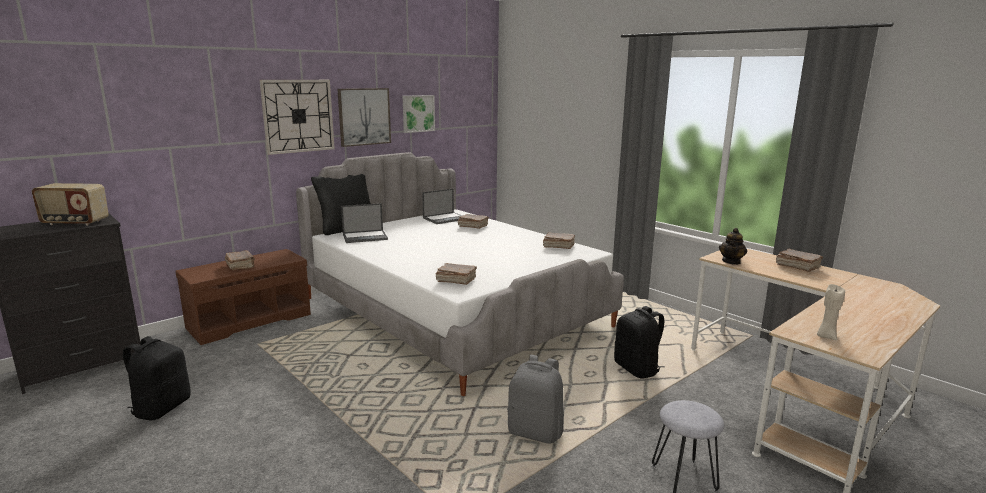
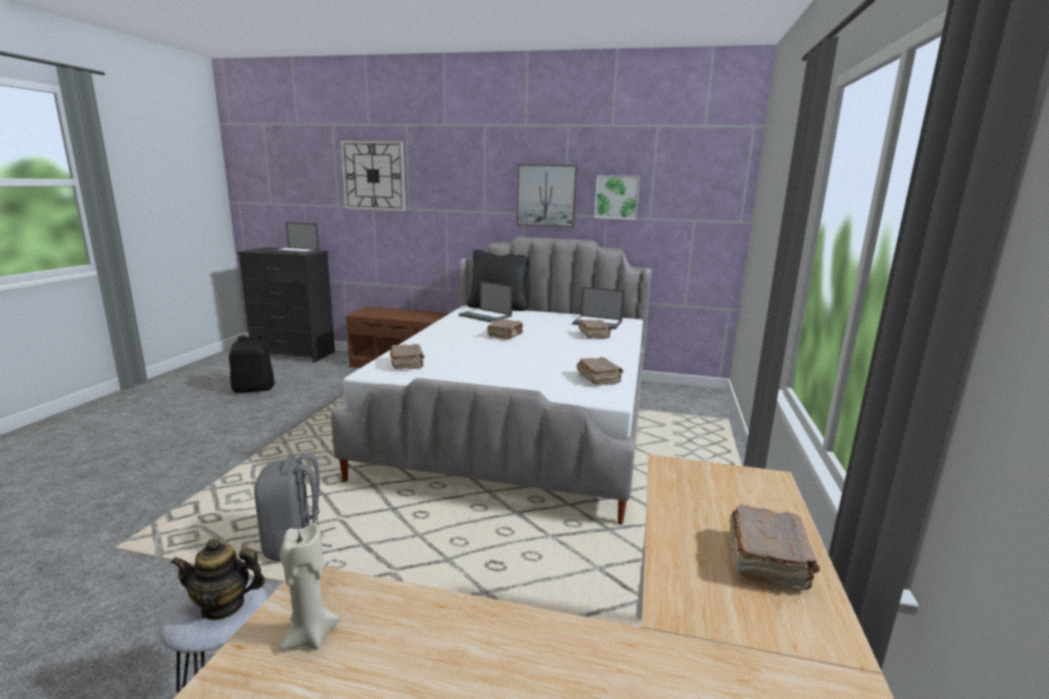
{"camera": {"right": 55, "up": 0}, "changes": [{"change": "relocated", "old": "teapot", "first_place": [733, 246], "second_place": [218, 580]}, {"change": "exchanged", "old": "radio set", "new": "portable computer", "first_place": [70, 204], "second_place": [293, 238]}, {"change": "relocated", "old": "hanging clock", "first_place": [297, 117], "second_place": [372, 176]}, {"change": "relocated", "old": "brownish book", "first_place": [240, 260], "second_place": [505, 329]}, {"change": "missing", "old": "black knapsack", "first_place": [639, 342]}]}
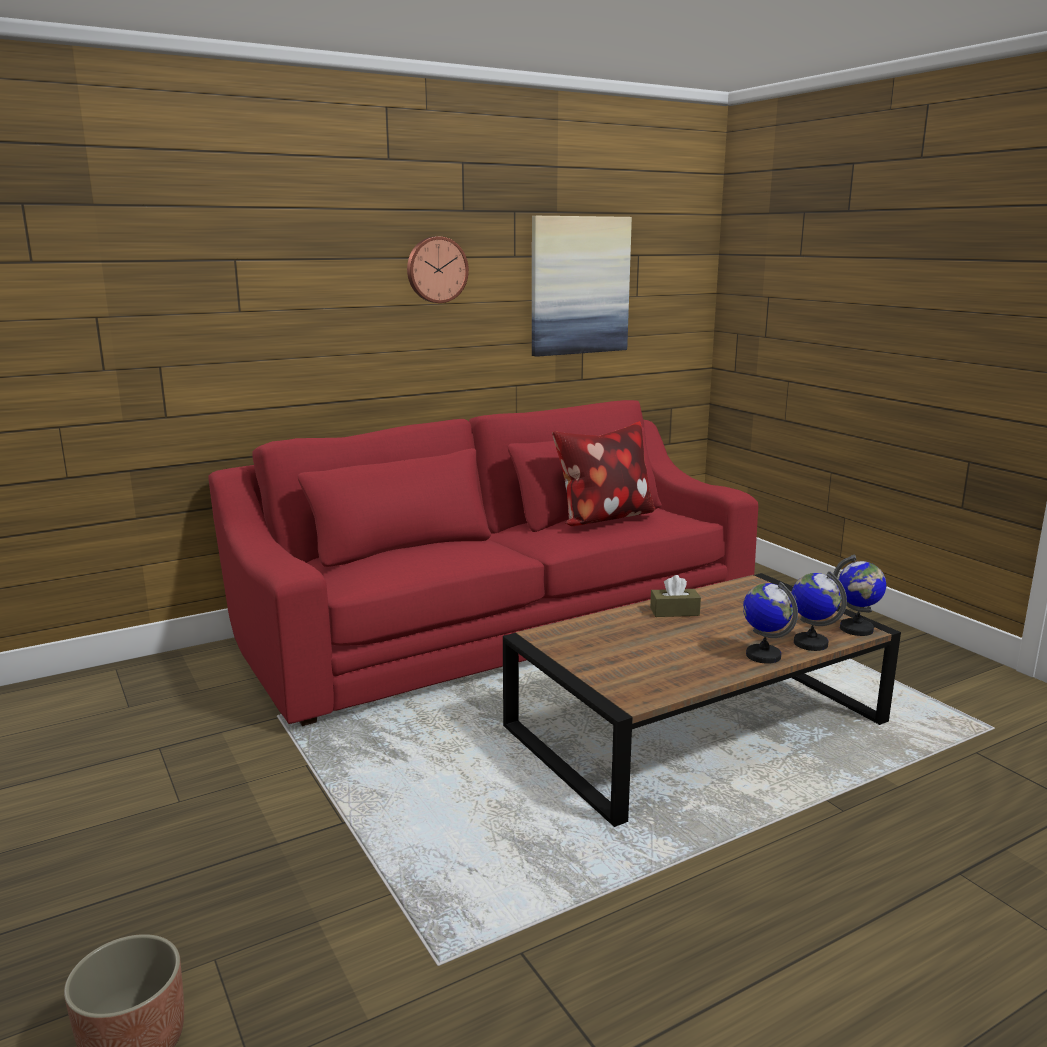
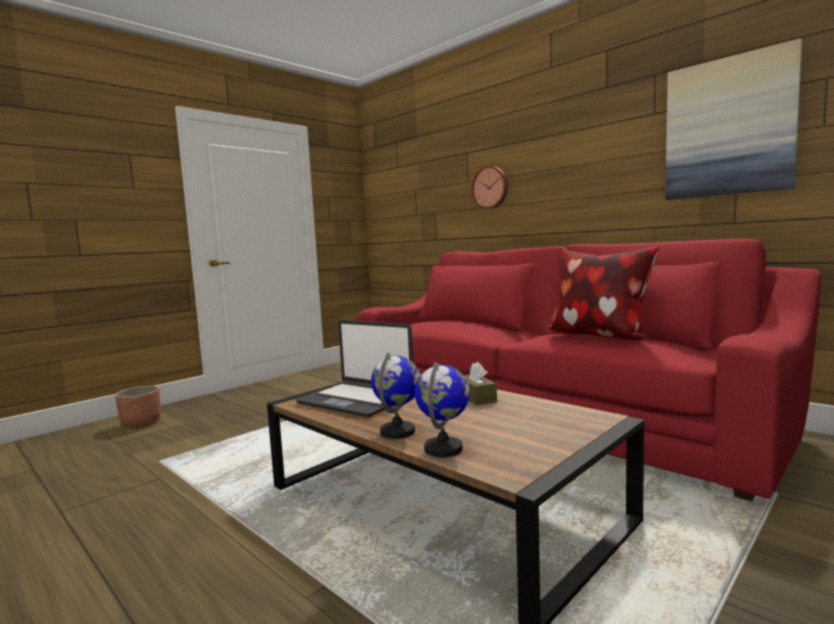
{"camera": {"right": 75, "up": -10}, "changes": [{"change": "appeared", "new": "portable computer", "second_place": [354, 368]}, {"change": "relocated", "old": "hanging clock", "first_place": [438, 269], "second_place": [490, 187]}, {"change": "missing", "old": "globe", "first_place": [859, 595]}]}
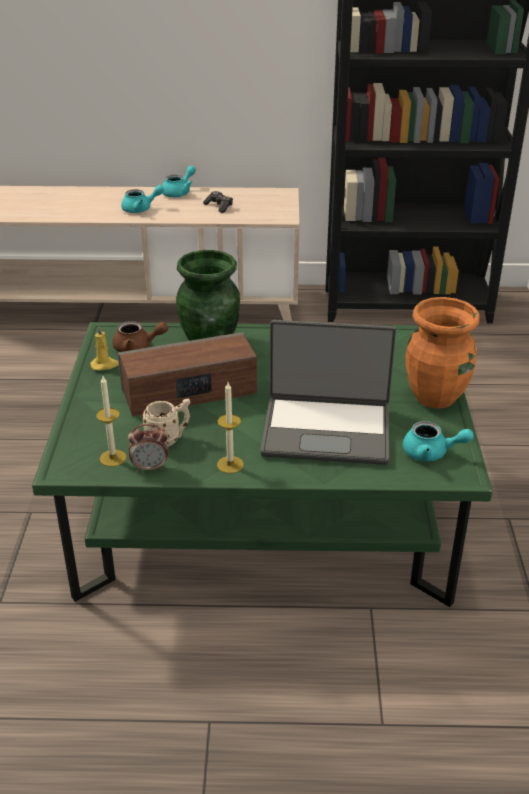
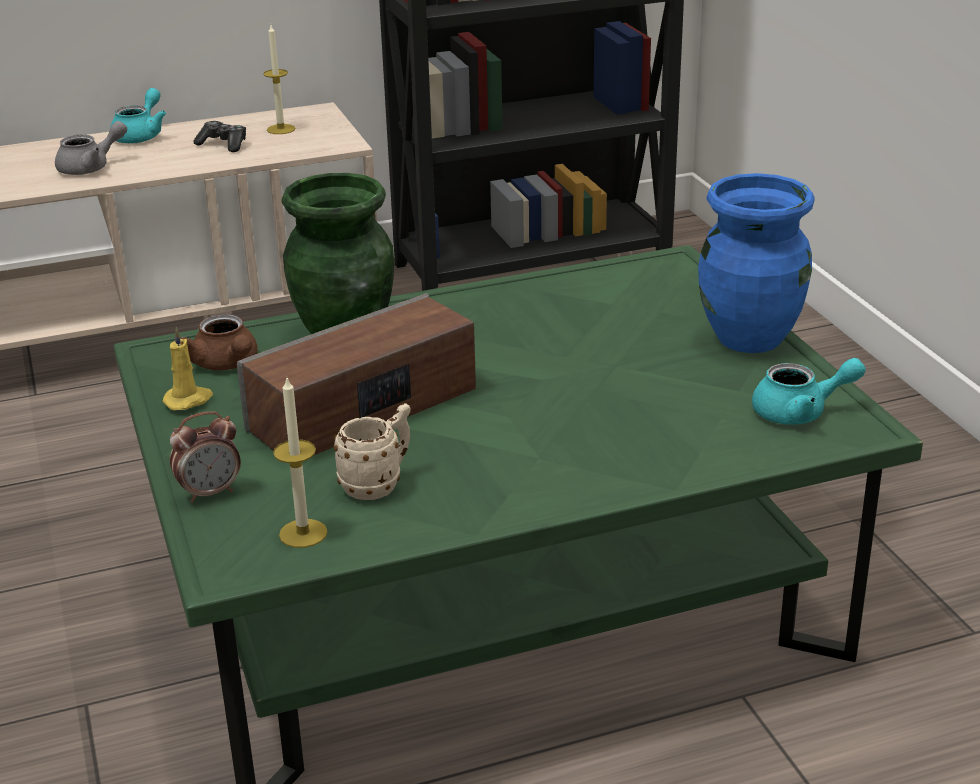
{"camera": {"right": -20, "up": -5}, "changes": [{"change": "colour", "old": "turquoise-coloured teapot", "new": "gray teapot", "first_place": [143, 199], "second_place": [91, 148]}, {"change": "relocated", "old": "alarm clock", "first_place": [148, 448], "second_place": [205, 457]}, {"change": "spun", "old": "brownish teapot", "first_place": [140, 336], "second_place": [219, 343], "degrees": 75}, {"change": "relocated", "old": "wax light", "first_place": [230, 427], "second_place": [279, 79]}, {"change": "colour", "old": "orangey vase", "new": "blue-coloured vase", "first_place": [442, 353], "second_place": [756, 263]}, {"change": "missing", "old": "portable computer", "first_place": [328, 392]}]}
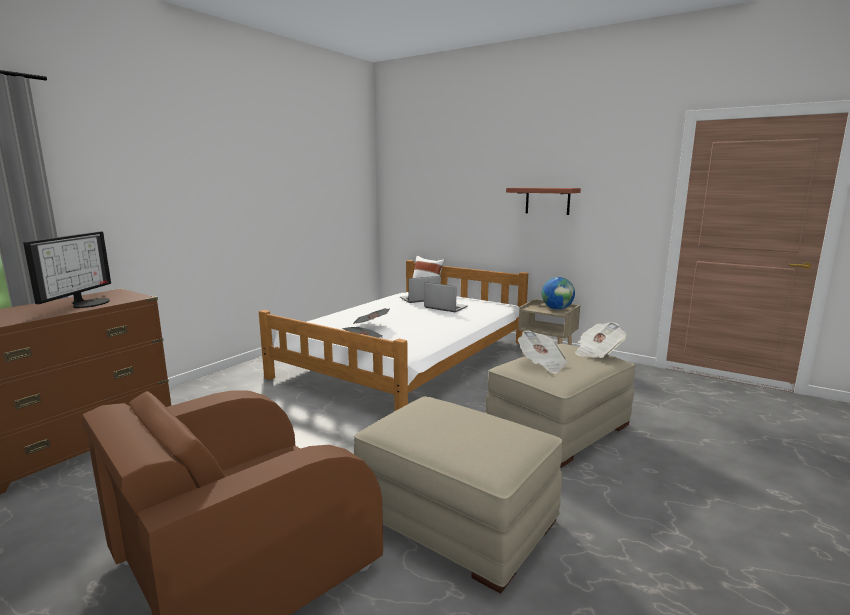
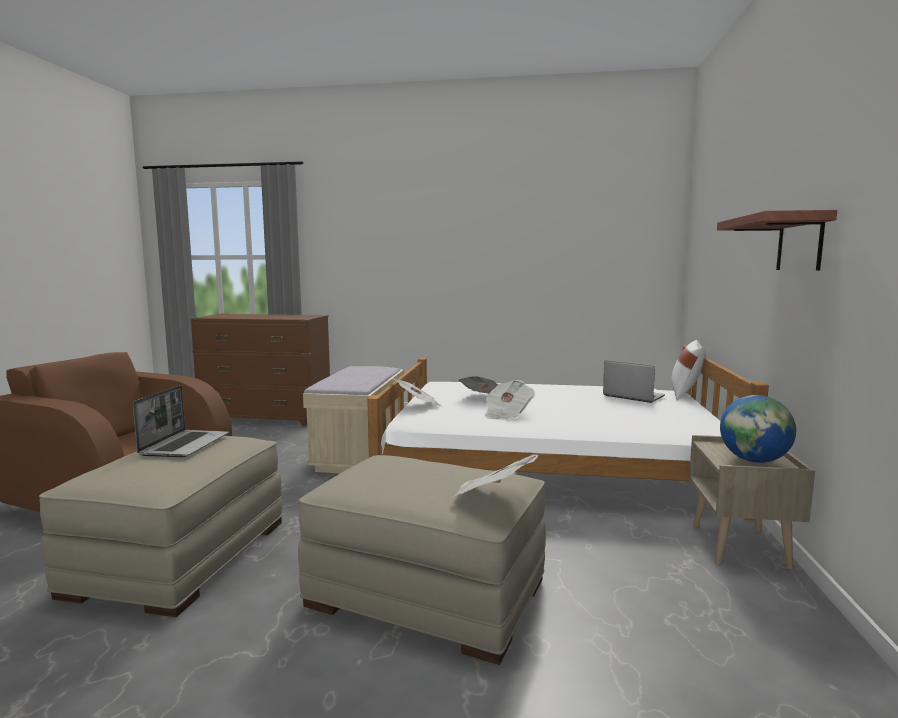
{"camera": {"right": 65, "up": -5}, "changes": [{"change": "relocated", "old": "portable computer", "first_place": [446, 297], "second_place": [181, 421]}, {"change": "appeared", "new": "beige-coloured long seat", "second_place": [353, 419]}, {"change": "relocated", "old": "printed paper", "first_place": [543, 352], "second_place": [509, 399]}, {"change": "missing", "old": "computer screen", "first_place": [67, 269]}]}
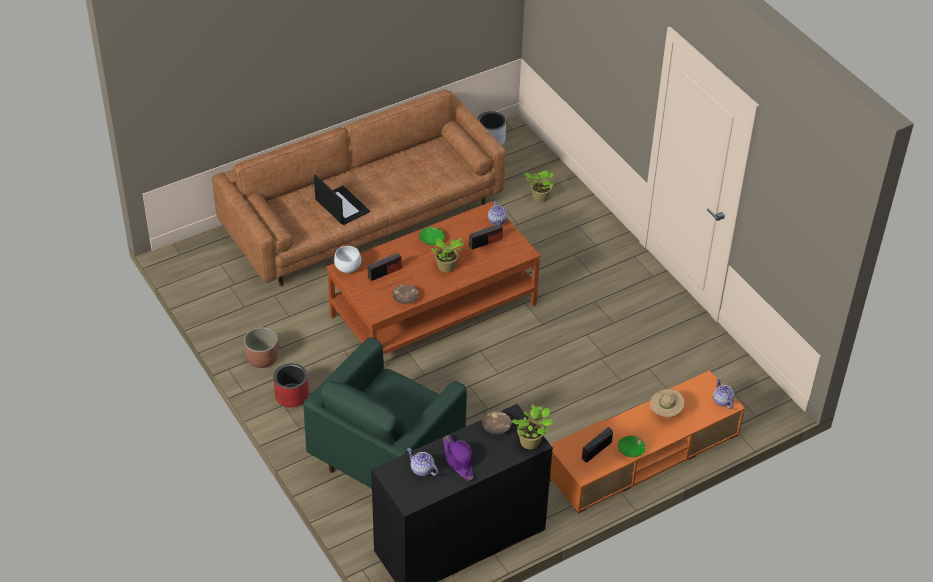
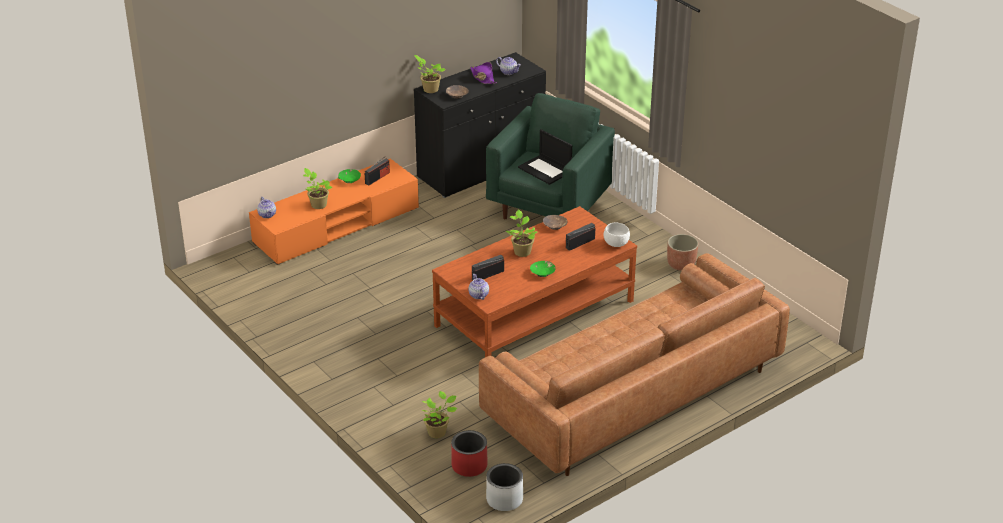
{"camera": {"right": 175, "up": -10}, "changes": [{"change": "exchanged", "old": "beige-coloured hat", "new": "houseplant", "first_place": [667, 403], "second_place": [318, 188]}, {"change": "relocated", "old": "red flower pot", "first_place": [291, 385], "second_place": [469, 453]}, {"change": "relocated", "old": "portable computer", "first_place": [342, 200], "second_place": [545, 157]}]}
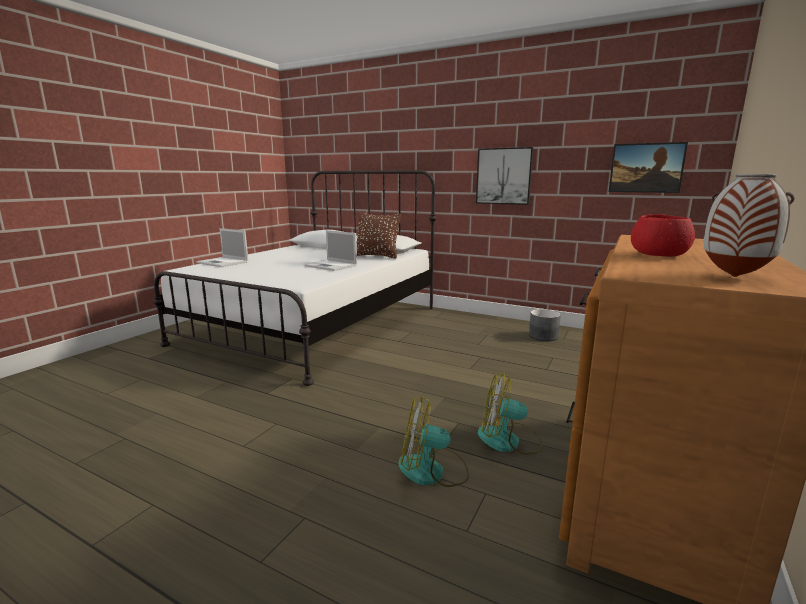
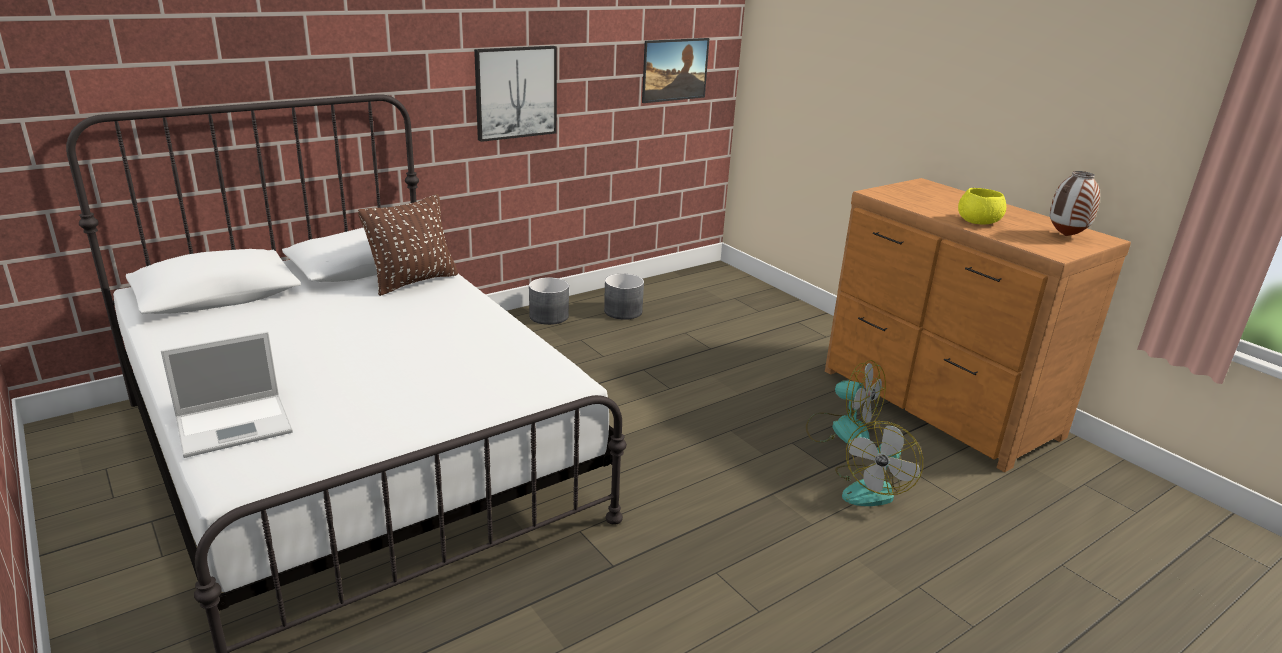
{"camera": {"right": -65, "up": 10}, "changes": [{"change": "appeared", "new": "gray flower pot", "second_place": [549, 301]}, {"change": "spun", "old": "fan", "first_place": [510, 414], "second_place": [846, 402], "degrees": -90}, {"change": "colour", "old": "red serving bowl", "new": "yellow serving bowl", "first_place": [663, 235], "second_place": [982, 206]}, {"change": "missing", "old": "portable computer", "first_place": [331, 250]}]}
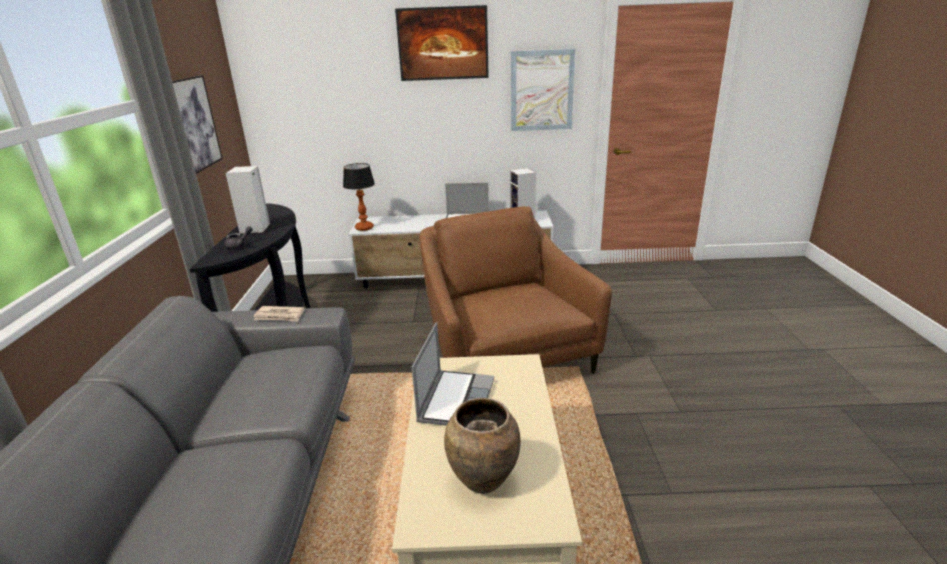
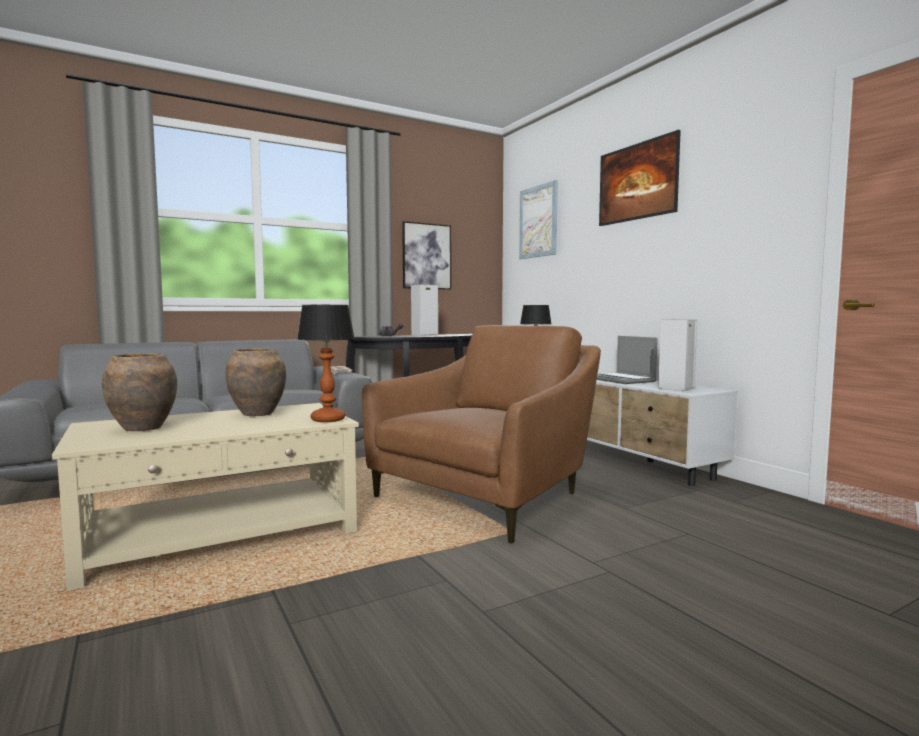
{"camera": {"right": 60, "up": -20}, "changes": [{"change": "exchanged", "old": "portable computer", "new": "brownish vase", "first_place": [453, 374], "second_place": [255, 382]}, {"change": "appeared", "new": "tabletop lamp", "second_place": [326, 363]}, {"change": "relocated", "old": "wall art", "first_place": [543, 90], "second_place": [538, 219]}]}
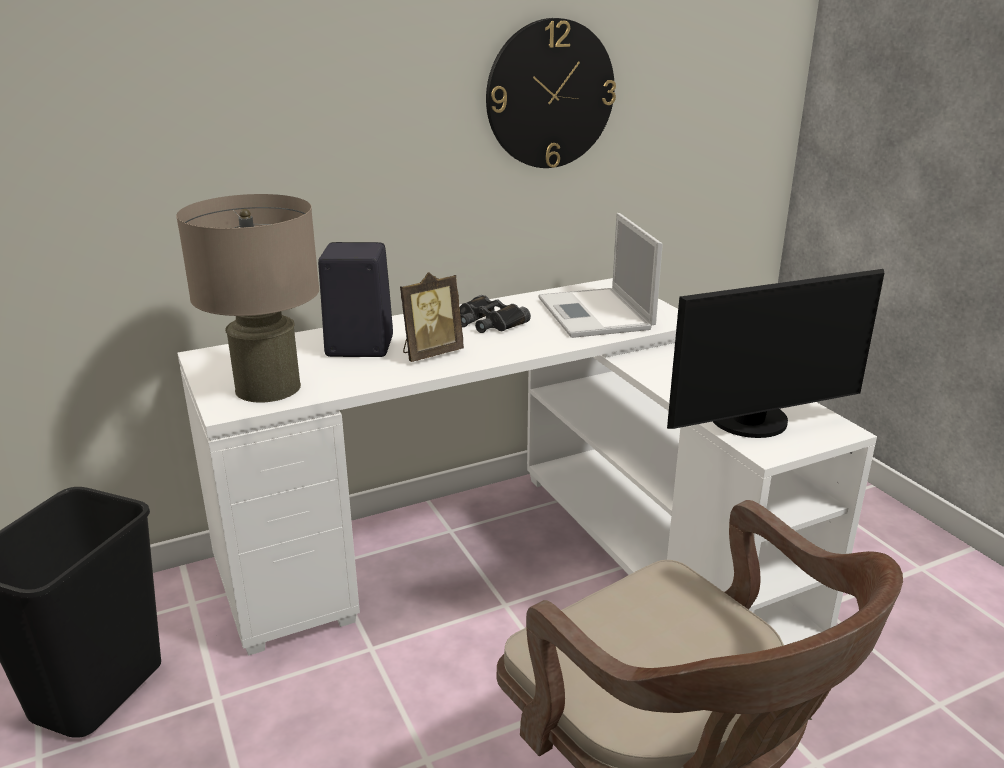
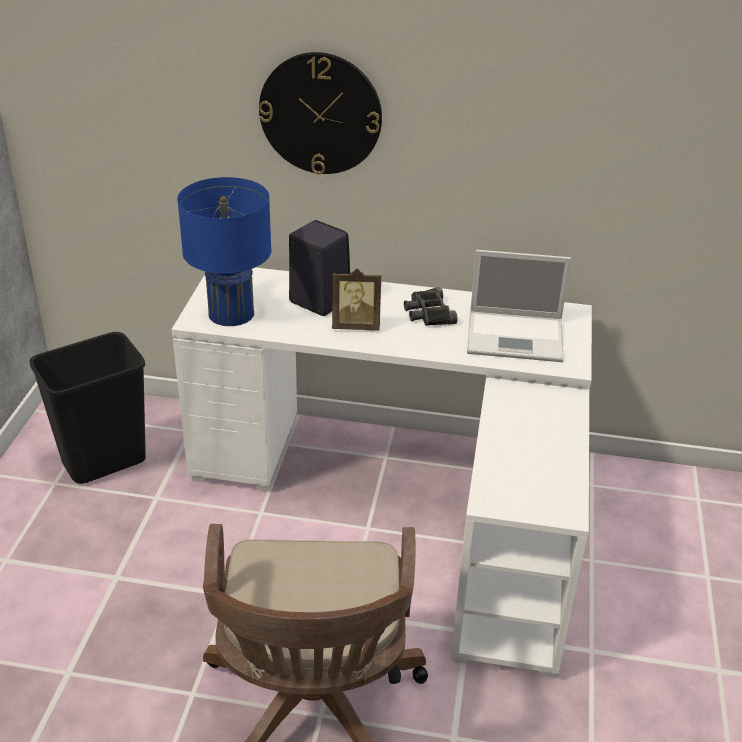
{"camera": {"right": 35, "up": 10}, "changes": [{"change": "colour", "old": "beige-coloured tabletop lamp", "new": "blue-coloured tabletop lamp", "first_place": [247, 298], "second_place": [224, 251]}, {"change": "relocated", "old": "hanging clock", "first_place": [551, 93], "second_place": [320, 113]}, {"change": "spun", "old": "portable computer", "first_place": [600, 275], "second_place": [519, 306], "degrees": -105}, {"change": "missing", "old": "computer screen", "first_place": [775, 353]}]}
